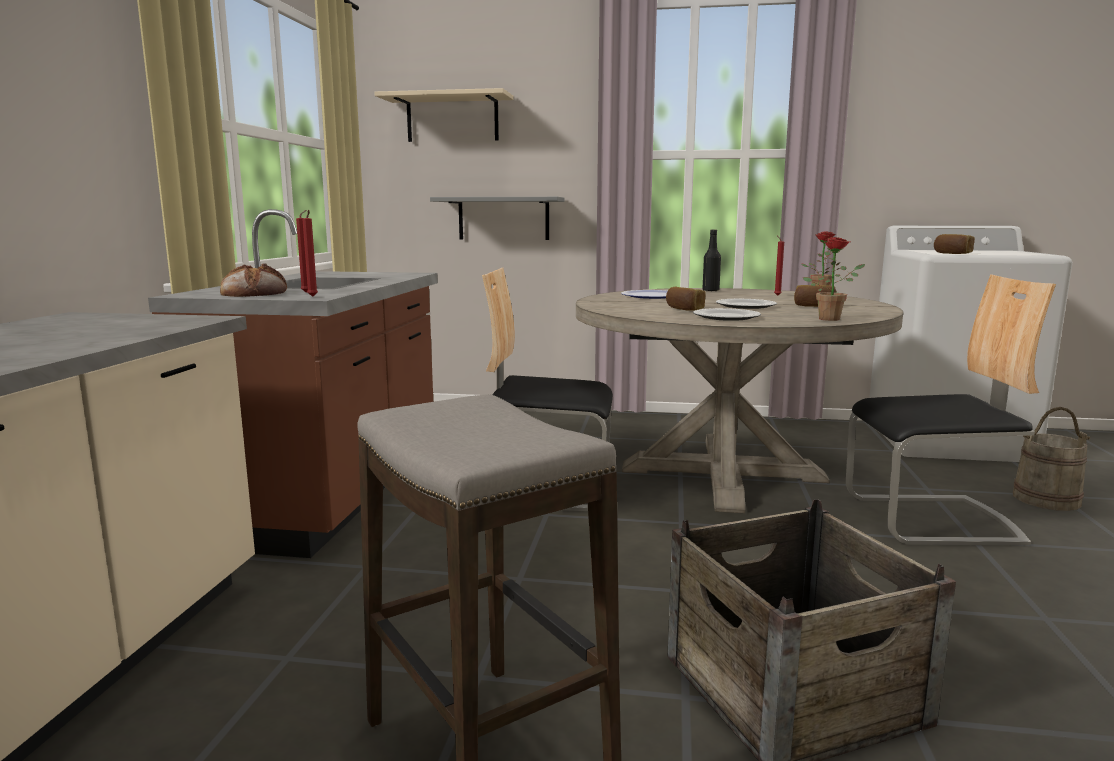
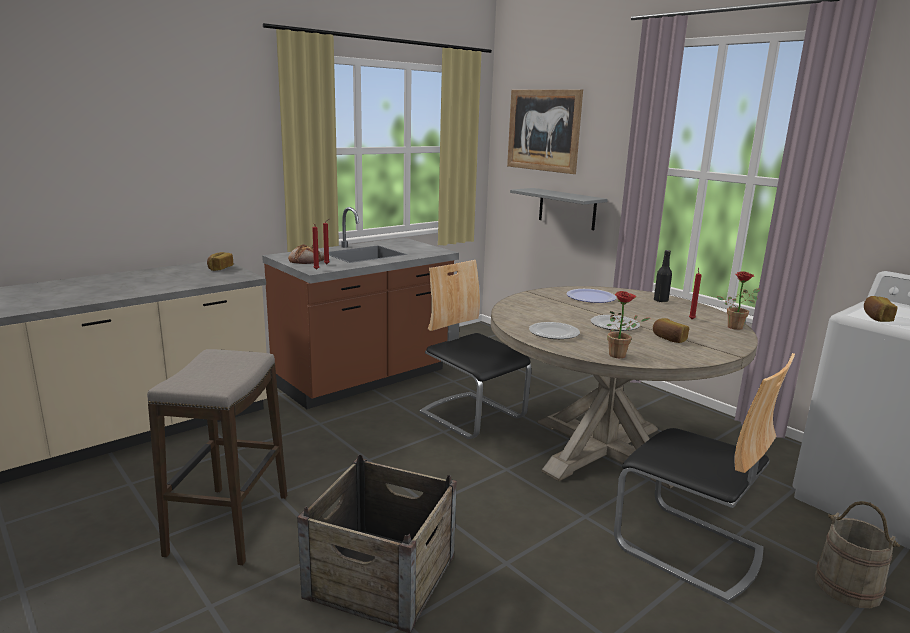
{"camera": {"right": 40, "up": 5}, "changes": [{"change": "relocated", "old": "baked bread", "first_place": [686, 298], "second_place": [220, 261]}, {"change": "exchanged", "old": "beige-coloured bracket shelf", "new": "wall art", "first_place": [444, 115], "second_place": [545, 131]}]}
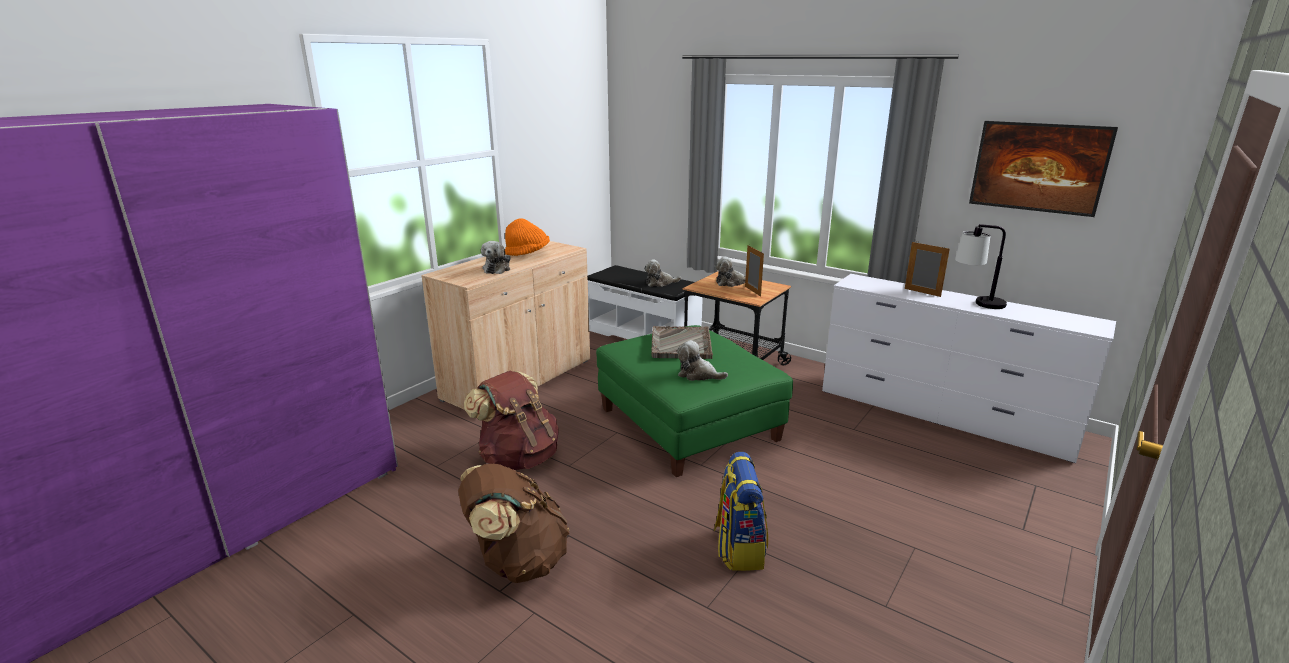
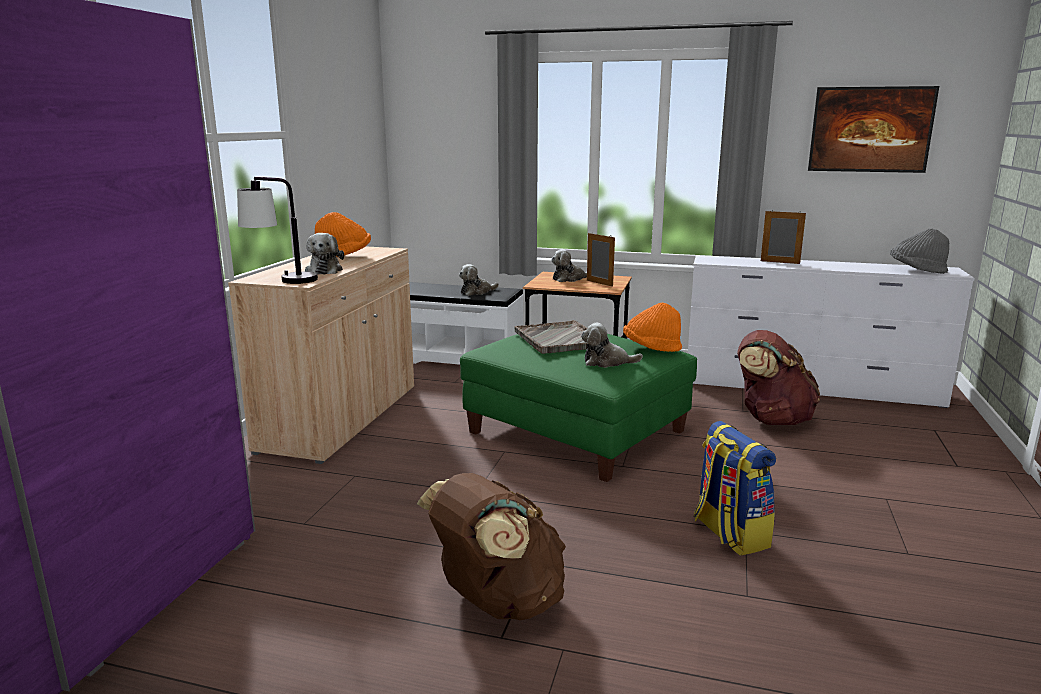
{"camera": {"right": -20, "up": -5}, "changes": [{"change": "relocated", "old": "tabletop lamp", "first_place": [981, 266], "second_place": [277, 230]}, {"change": "appeared", "new": "orangey hat", "second_place": [652, 327]}, {"change": "relocated", "old": "brownish knapsack", "first_place": [511, 420], "second_place": [778, 377]}, {"change": "appeared", "new": "gray hat", "second_place": [919, 251]}]}
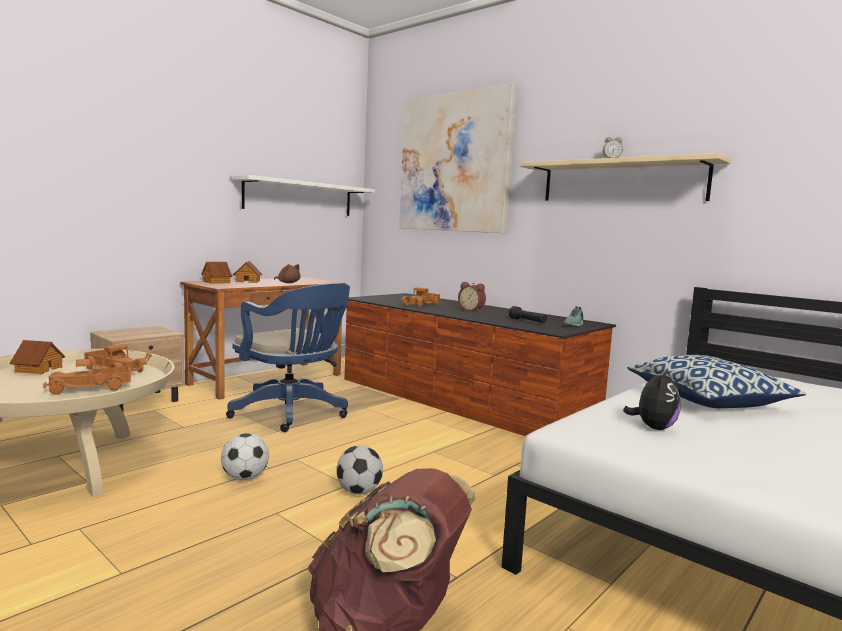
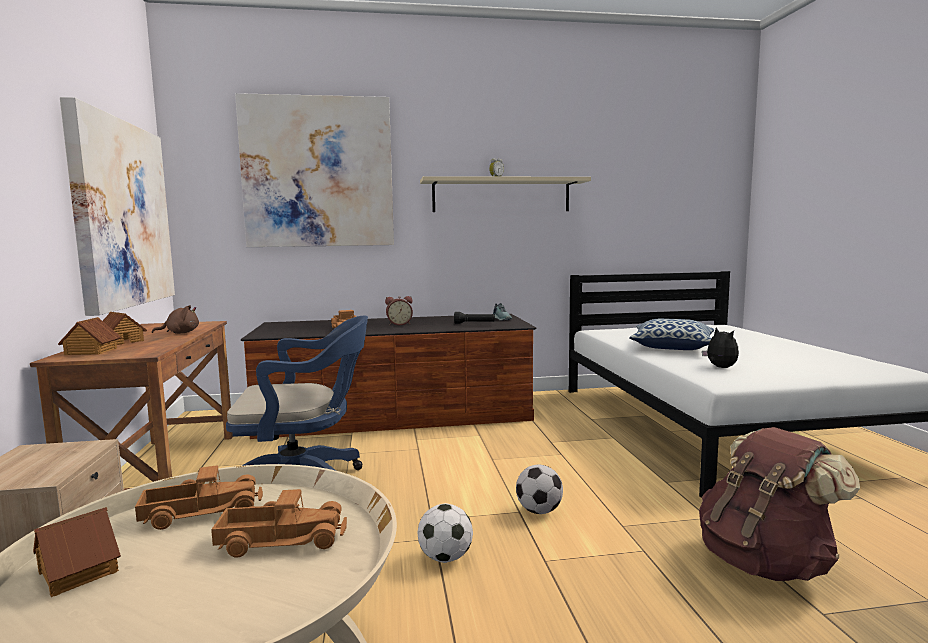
{"camera": {"right": -50, "up": 0}, "changes": [{"change": "exchanged", "old": "whitish bracket shelf", "new": "wall art", "first_place": [303, 195], "second_place": [117, 206]}, {"change": "spun", "old": "model truck", "first_place": [87, 376], "second_place": [279, 523], "degrees": -105}]}
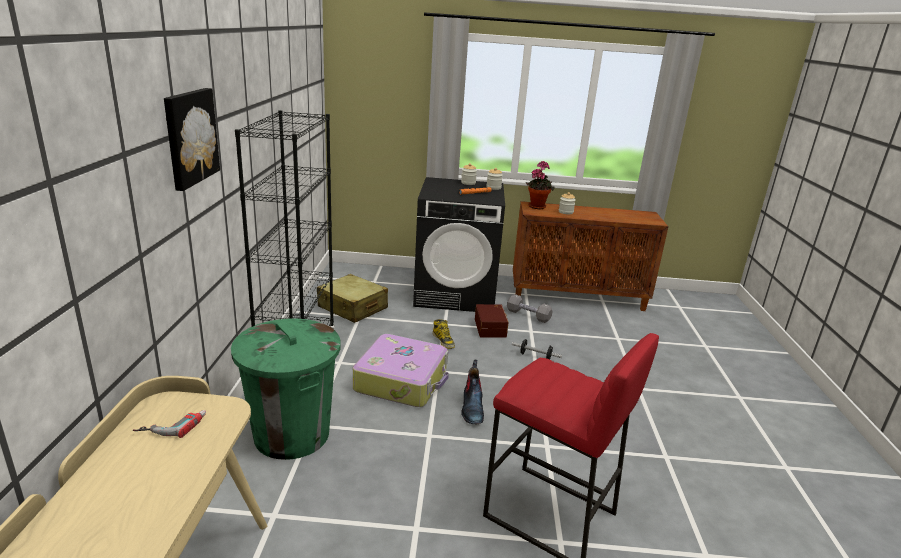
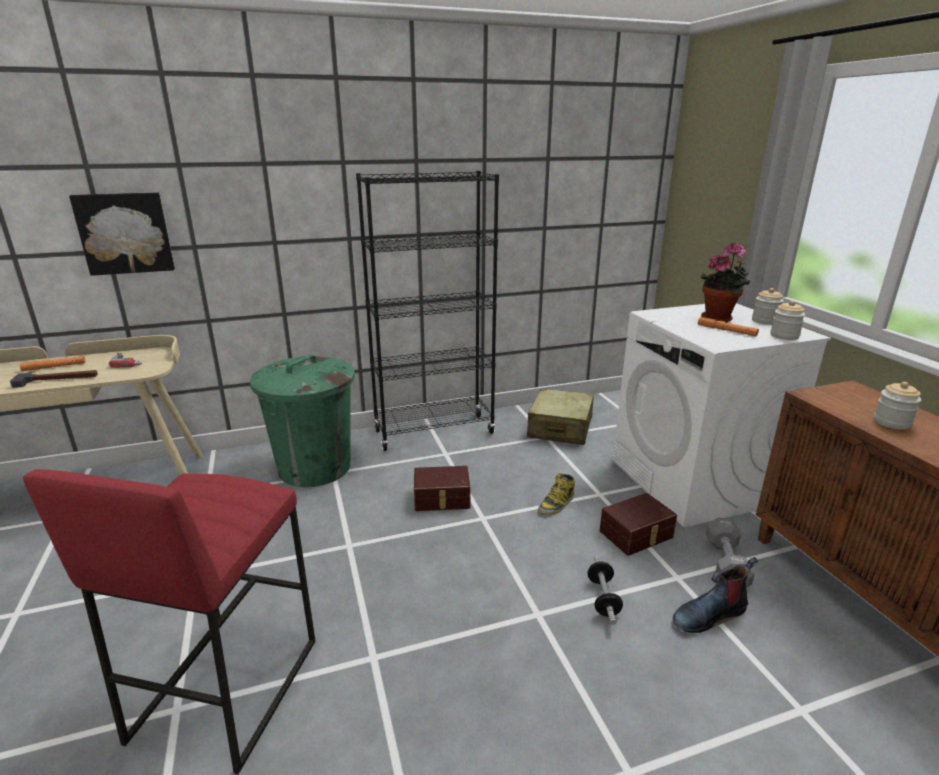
{"camera": {"right": 70, "up": 0}, "changes": [{"change": "appeared", "new": "hammer", "second_place": [54, 379]}, {"change": "appeared", "new": "orangey torch", "second_place": [52, 363]}, {"change": "relocated", "old": "wall art", "first_place": [192, 139], "second_place": [122, 234]}, {"change": "exchanged", "old": "travel case", "new": "brownish storage bin", "first_place": [401, 370], "second_place": [442, 488]}, {"change": "colour", "old": "black laundry appliance", "new": "whitish laundry appliance", "first_place": [459, 244], "second_place": [722, 415]}, {"change": "relocated", "old": "tall boot", "first_place": [472, 392], "second_place": [715, 595]}, {"change": "relocated", "old": "houseplant", "first_place": [540, 185], "second_place": [725, 282]}]}
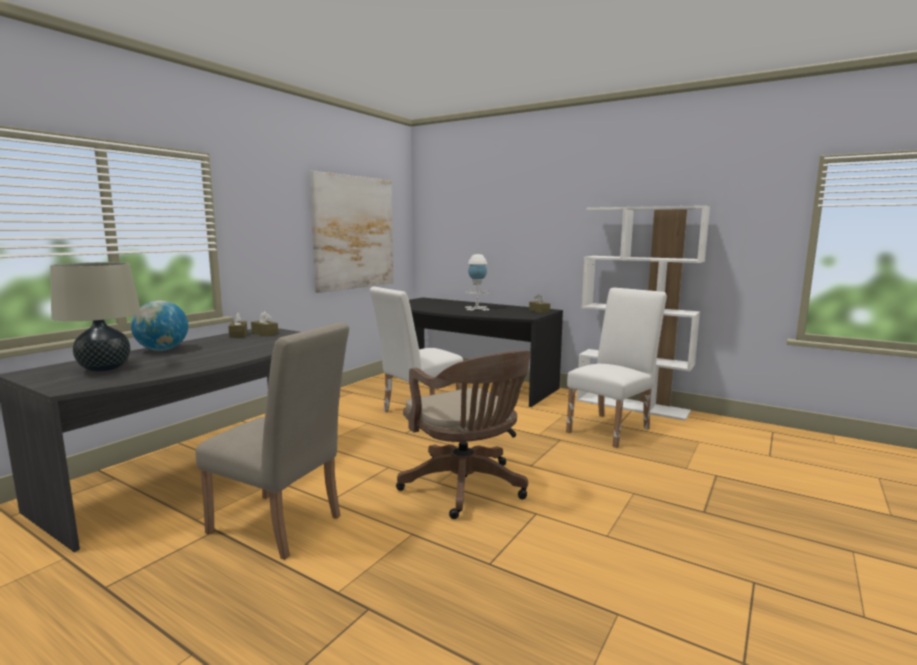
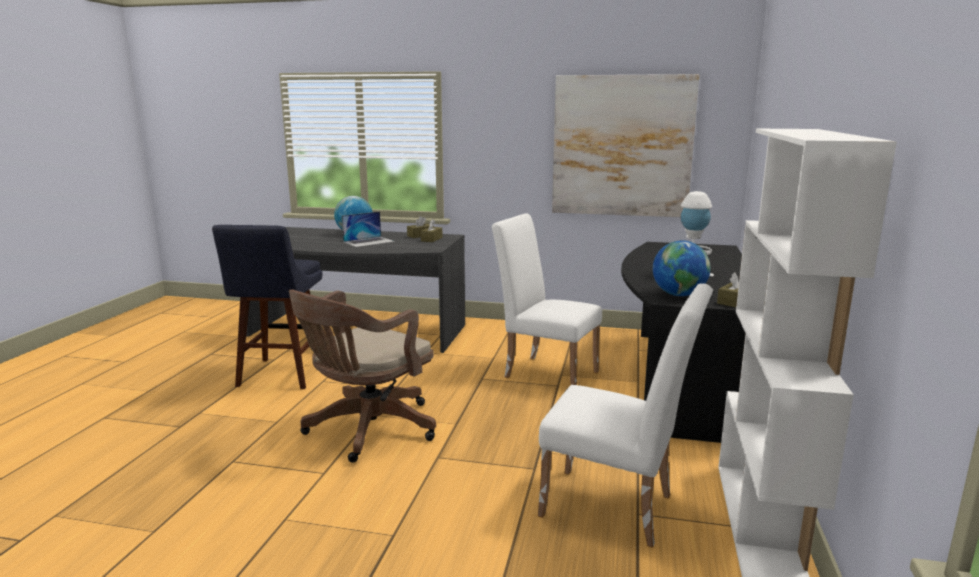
{"camera": {"right": 70, "up": 5}, "changes": [{"change": "exchanged", "old": "beige-coloured upright chair", "new": "blue-coloured stool", "first_place": [272, 441], "second_place": [267, 307]}, {"change": "appeared", "new": "portable computer", "second_place": [368, 229]}, {"change": "appeared", "new": "globe", "second_place": [682, 268]}, {"change": "missing", "old": "beige-coloured tabletop lamp", "first_place": [95, 317]}]}
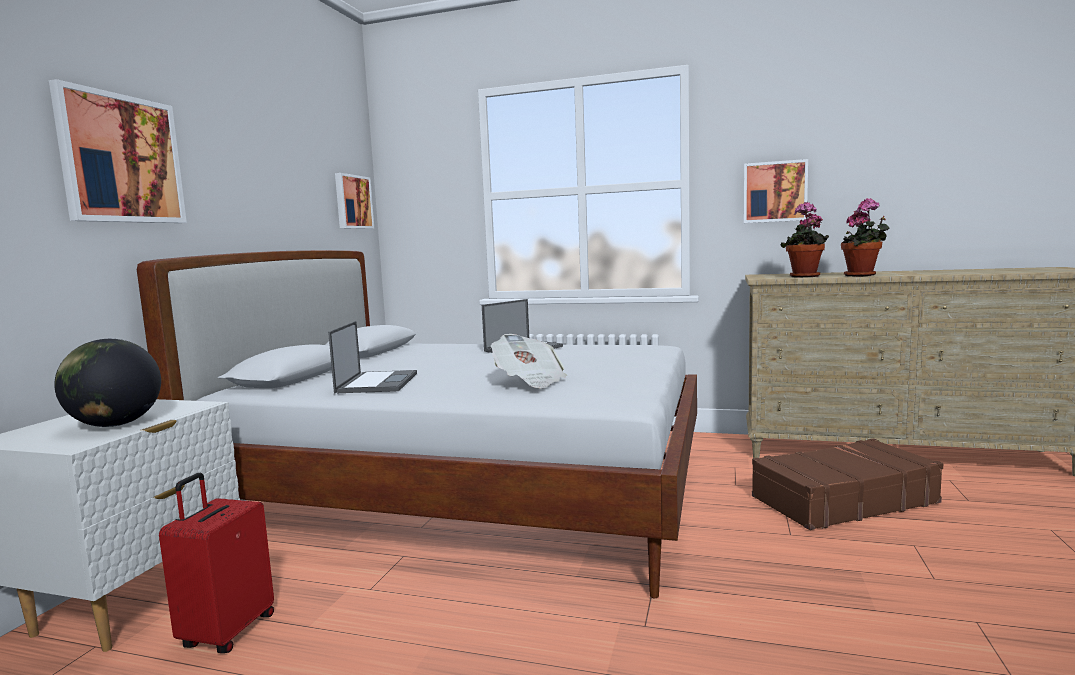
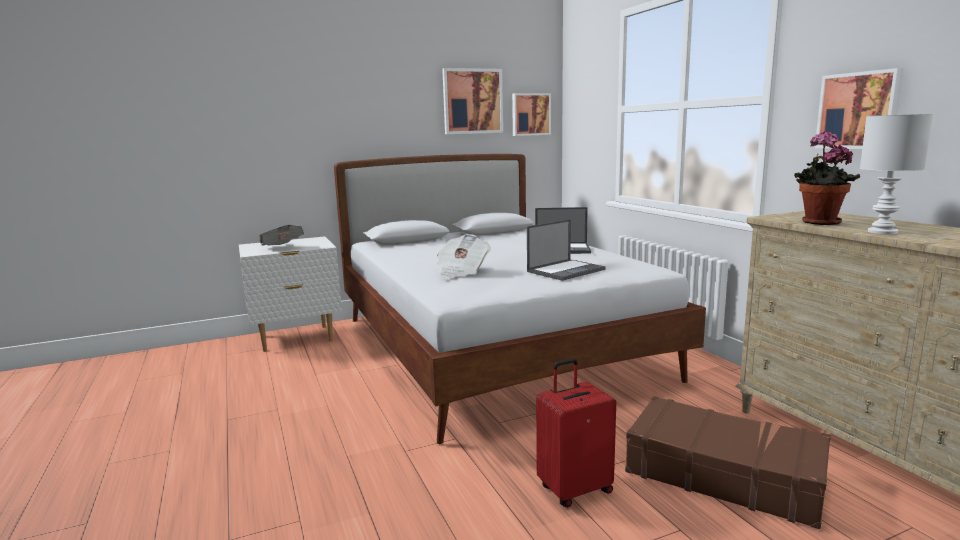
{"camera": {"right": 50, "up": 5}, "changes": [{"change": "exchanged", "old": "globe", "new": "printed paper", "first_place": [107, 383], "second_place": [281, 235]}, {"change": "relocated", "old": "wall art", "first_place": [118, 151], "second_place": [472, 101]}, {"change": "relocated", "old": "portable computer", "first_place": [372, 357], "second_place": [566, 250]}, {"change": "relocated", "old": "red travel case", "first_place": [216, 563], "second_place": [576, 432]}, {"change": "exchanged", "old": "houseplant", "new": "whitish tabletop lamp", "first_place": [865, 237], "second_place": [896, 174]}]}
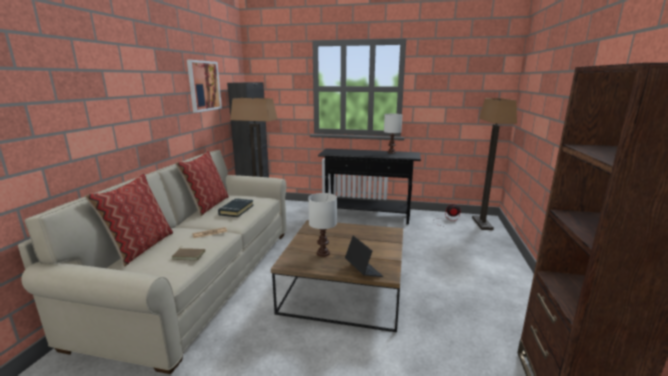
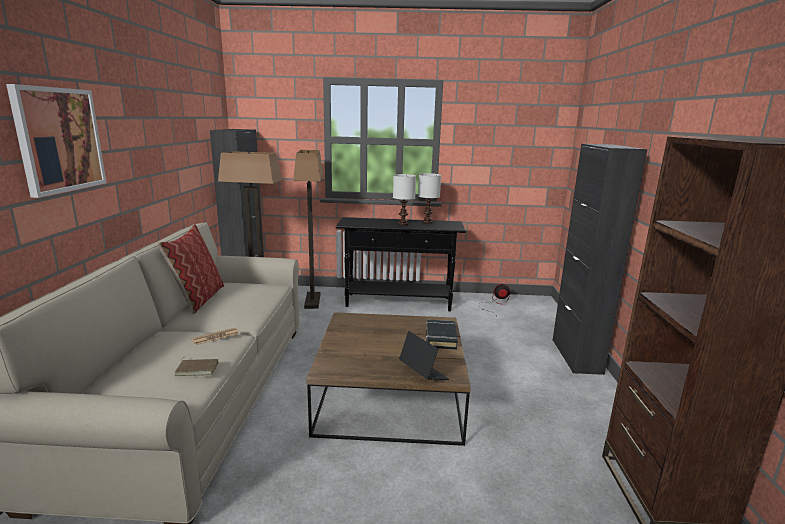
{"camera": {"right": -10, "up": 0}, "changes": [{"change": "relocated", "old": "wall art", "first_place": [204, 86], "second_place": [56, 141]}, {"change": "relocated", "old": "standard lamp", "first_place": [494, 164], "second_place": [308, 229]}, {"change": "relocated", "old": "whitish tabletop lamp", "first_place": [322, 225], "second_place": [404, 199]}, {"change": "relocated", "old": "black book", "first_place": [236, 207], "second_place": [442, 334]}, {"change": "appeared", "new": "black storage cabinet", "second_place": [599, 259]}, {"change": "missing", "old": "cushion", "first_place": [129, 220]}]}
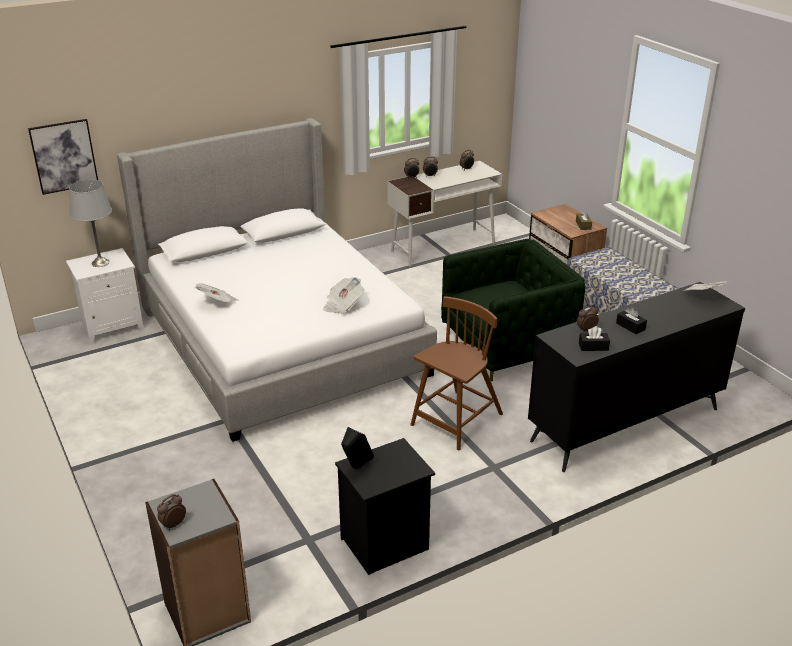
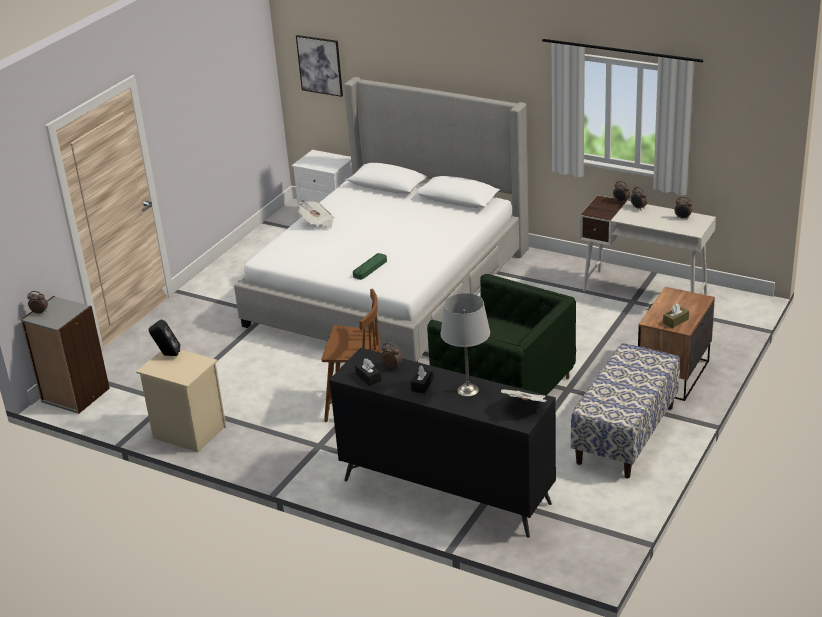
{"camera": {"right": 60, "up": 0}, "changes": [{"change": "colour", "old": "black night table", "new": "beige-coloured night table", "first_place": [385, 506], "second_place": [181, 401]}, {"change": "exchanged", "old": "printed paper", "new": "green-coloured serving tray", "first_place": [343, 295], "second_place": [370, 266]}, {"change": "relocated", "old": "gray tabletop lamp", "first_place": [90, 223], "second_place": [465, 345]}]}
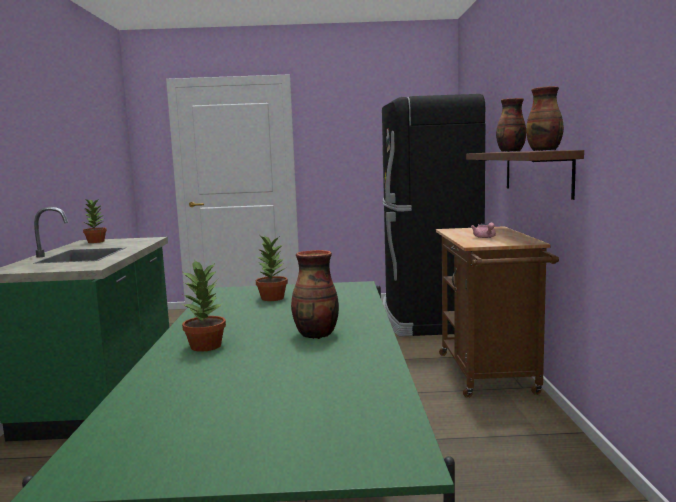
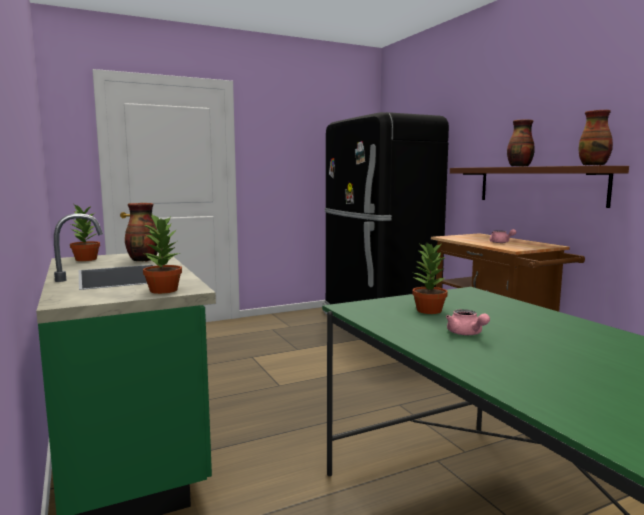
{"camera": {"right": -25, "up": 0}, "changes": [{"change": "relocated", "old": "vase", "first_place": [315, 294], "second_place": [141, 232]}, {"change": "relocated", "old": "houseplant", "first_place": [204, 305], "second_place": [162, 253]}, {"change": "appeared", "new": "pink teapot", "second_place": [468, 322]}]}
